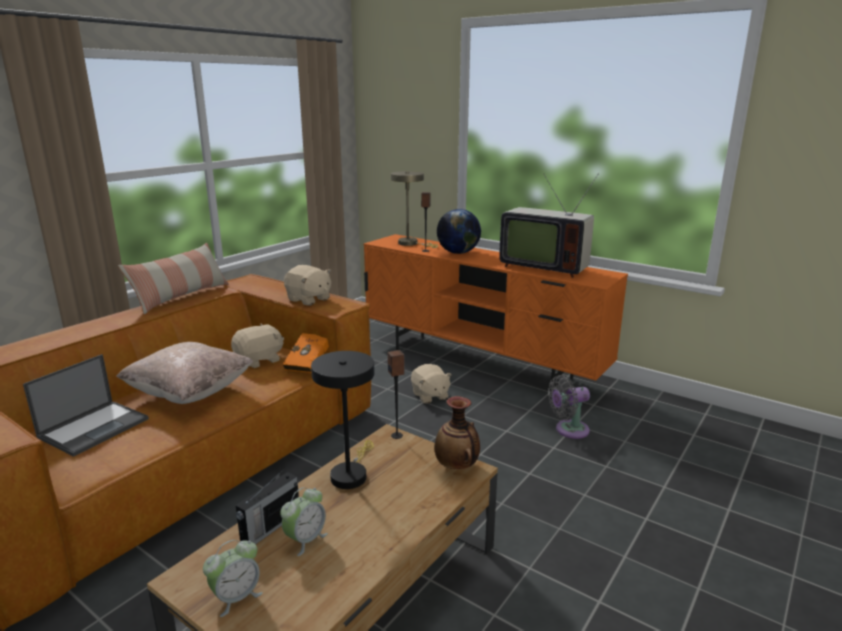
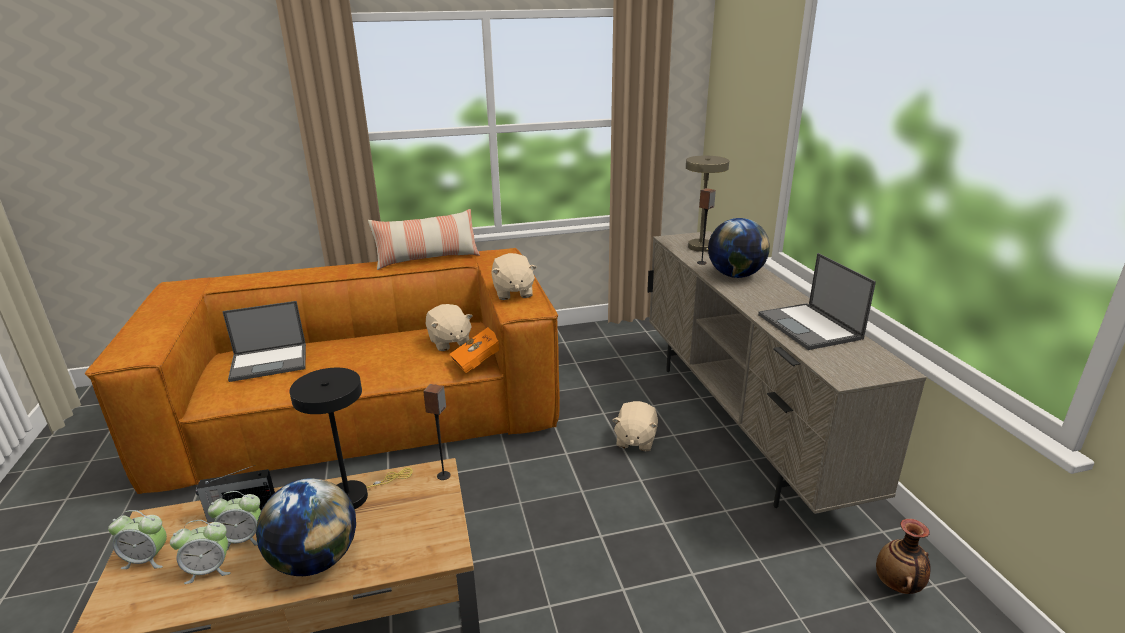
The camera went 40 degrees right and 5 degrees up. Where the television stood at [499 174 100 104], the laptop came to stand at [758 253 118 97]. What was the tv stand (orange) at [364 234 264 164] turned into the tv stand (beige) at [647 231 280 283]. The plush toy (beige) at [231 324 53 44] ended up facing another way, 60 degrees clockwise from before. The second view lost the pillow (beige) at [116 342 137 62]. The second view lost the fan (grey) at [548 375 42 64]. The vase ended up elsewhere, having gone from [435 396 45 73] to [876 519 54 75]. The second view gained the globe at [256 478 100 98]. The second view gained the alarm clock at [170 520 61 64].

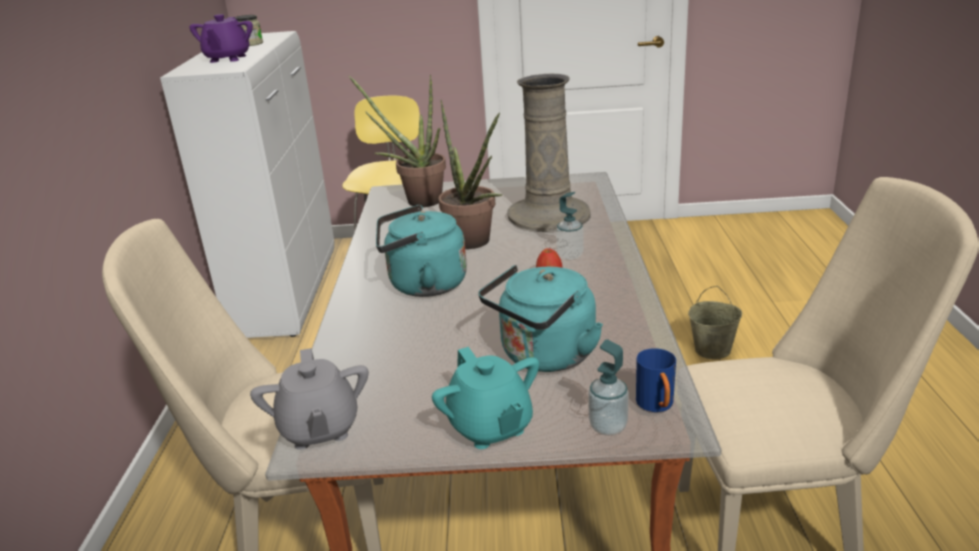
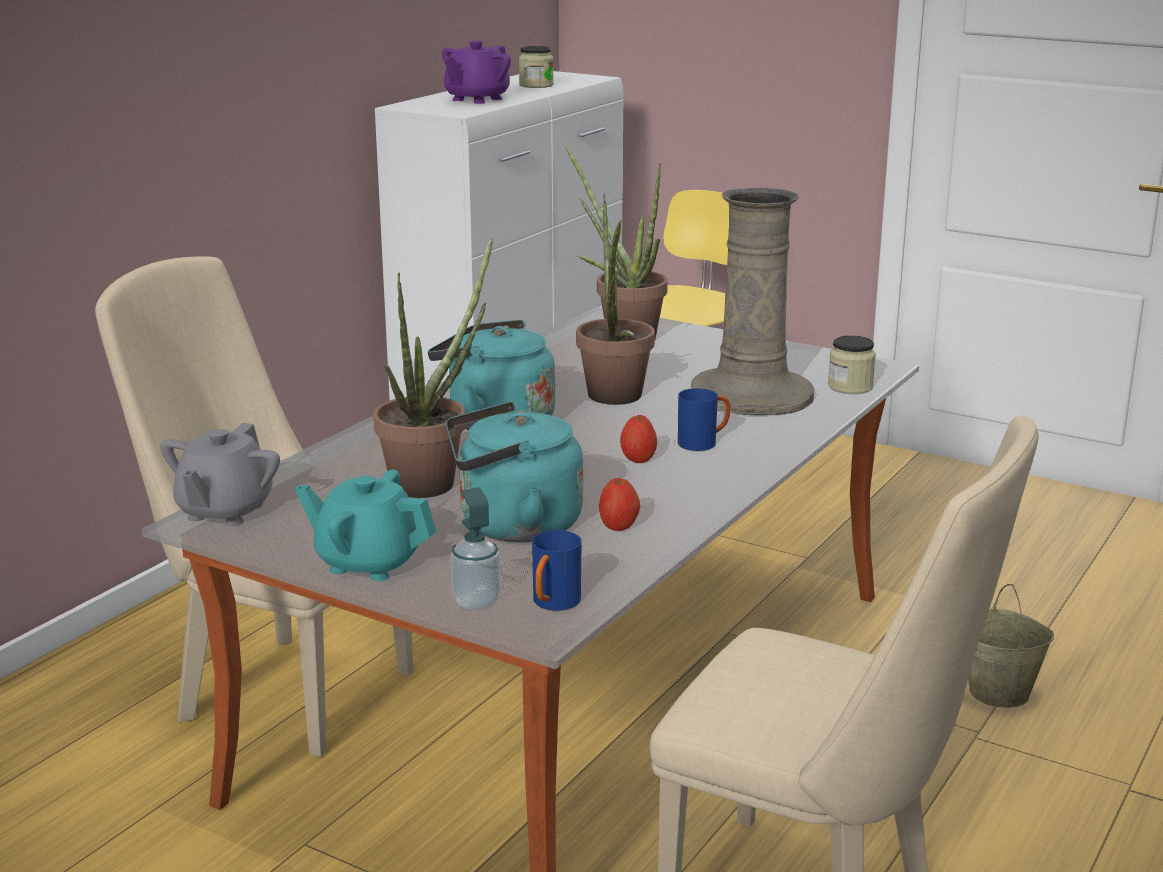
The camera went 30 degrees right and 5 degrees down. Where the soap dispenser stood at [556 192 28 68], the mug (blue) came to stand at [678 388 52 63]. The teapot (turquoise) at [432 347 107 102] ended up facing another way, 105 degrees clockwise from before. The second view gained the potted plant at [373 235 120 263]. The second view gained the jar at [828 335 48 59]. The second view gained the apple at [599 478 41 53].

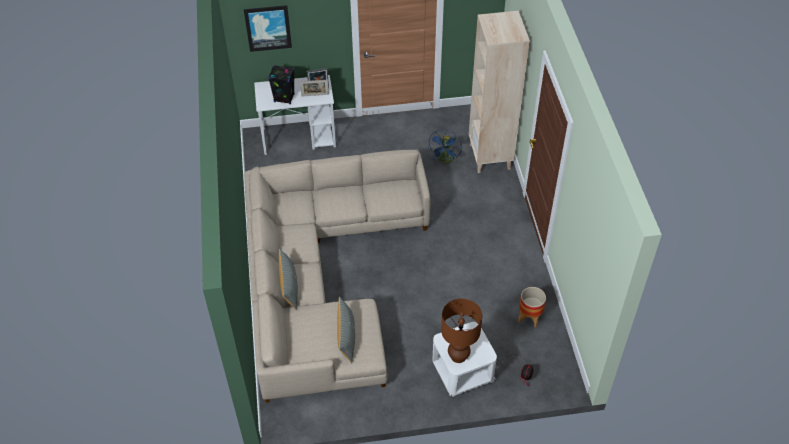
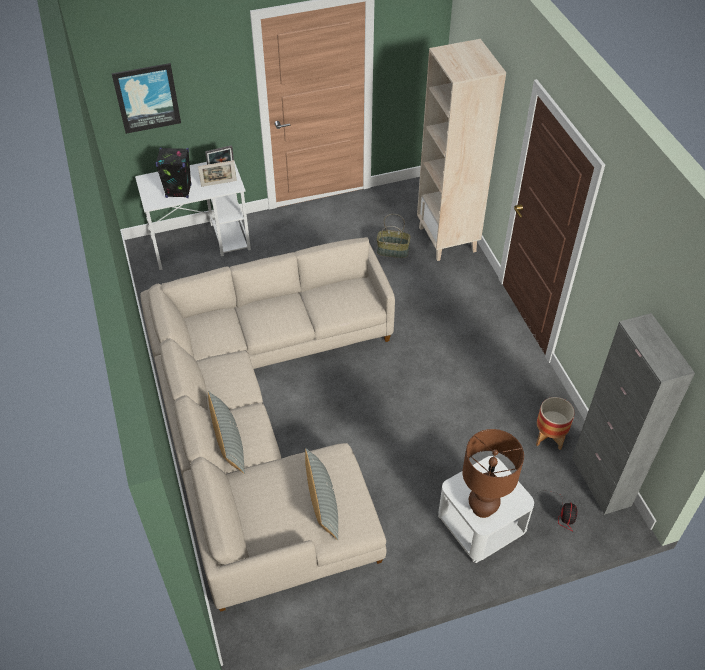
The camera went 10 degrees left and 0 degrees up. Where the fan (blue) stood at [428 130 34 33], the basket came to stand at [377 214 34 44]. The second view gained the cabinet (grey) at [572 313 123 202].

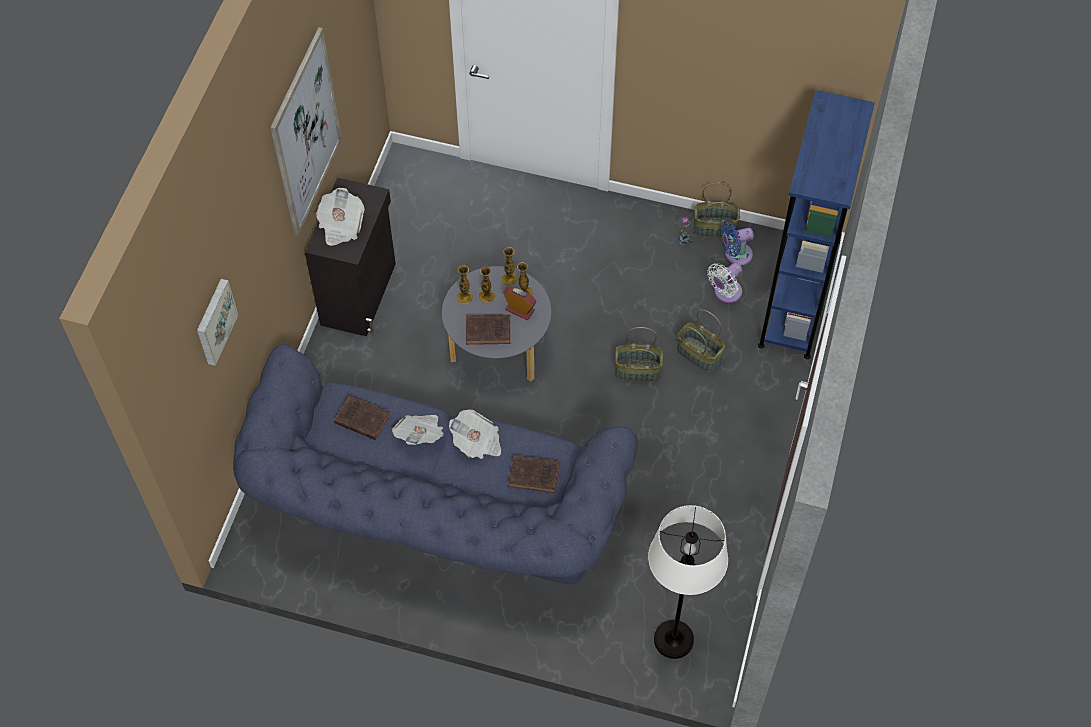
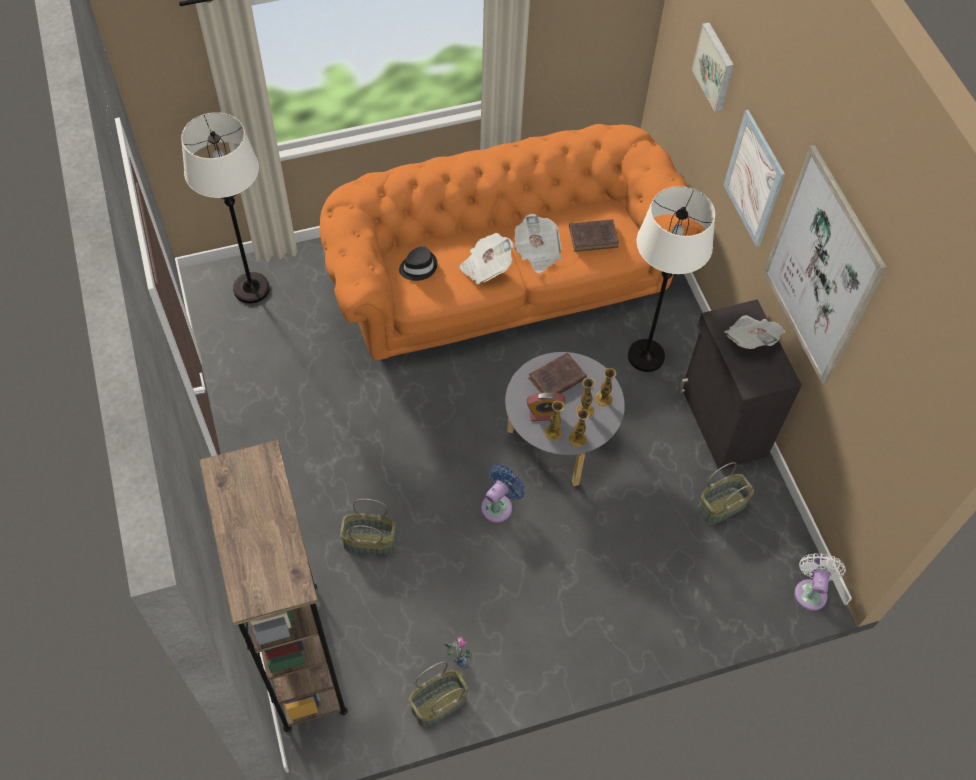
The camera went 145 degrees right and 0 degrees up. What was the bookcase (blue) at [758 90 117 269] turned into the bookcase (brown) at [199 440 149 292]. The fan (blue) ended up elsewhere, having gone from [721 220 33 46] to [481 464 44 59]. The fan (white) ended up elsewhere, having gone from [707 263 35 40] to [794 553 52 58]. The basket ended up elsewhere, having gone from [615 327 48 54] to [697 462 57 62]. What was the sofa (blue) at [233 344 405 241] turned into the sofa (orange) at [320 124 386 238]. Where the book (brown) stood at [508 455 52 38], the hat (black) came to stand at [399 246 38 35]. The second view gained the picture at [724 110 61 137]. The second view gained the floor lamp (white) at [628 186 87 186].

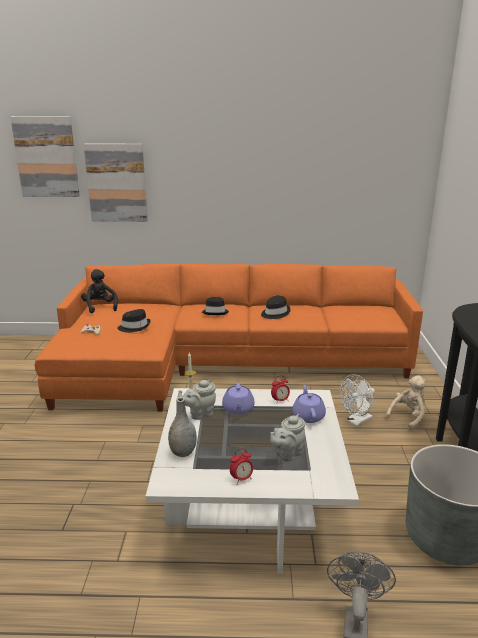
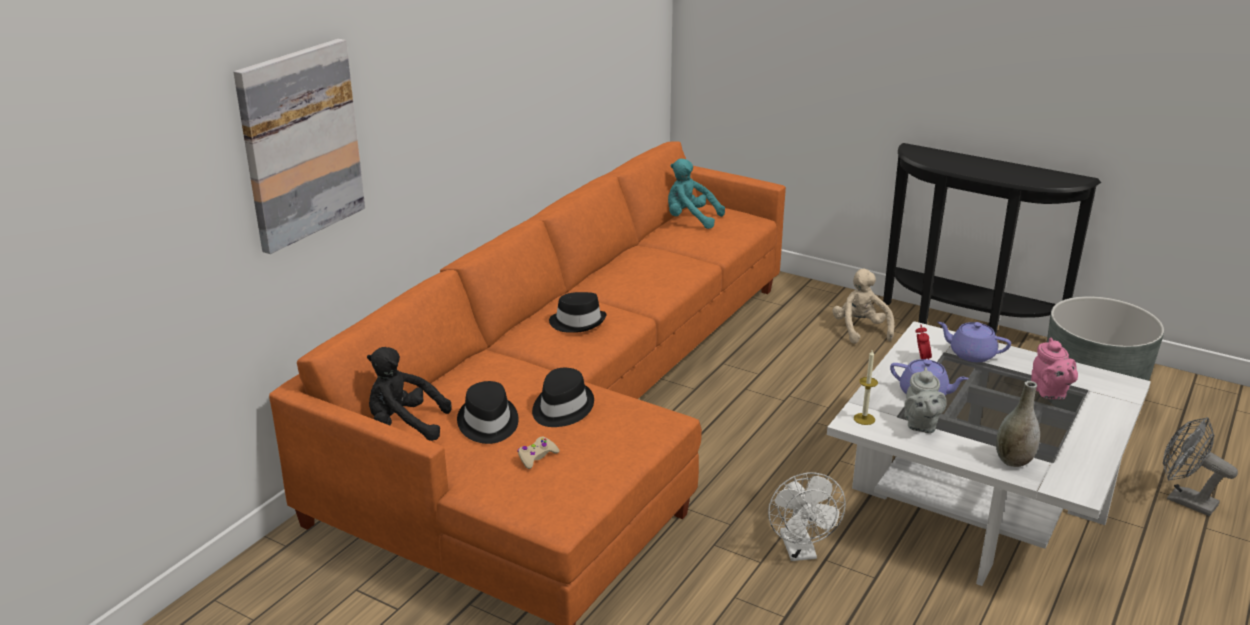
The camera went 60 degrees left and 5 degrees up. The second view lost the picture at [10 116 70 81]. The hat (black) ended up elsewhere, having gone from [261 296 30 23] to [457 381 61 63]. The fan (white) ended up elsewhere, having gone from [340 374 35 52] to [768 472 78 89]. What was the teapot (grey) at [270 414 35 47] turned into the teapot (pink) at [1031 338 47 62]. The second view lost the alarm clock at [230 448 23 37]. The second view gained the plush toy (turquoise) at [668 159 57 70].

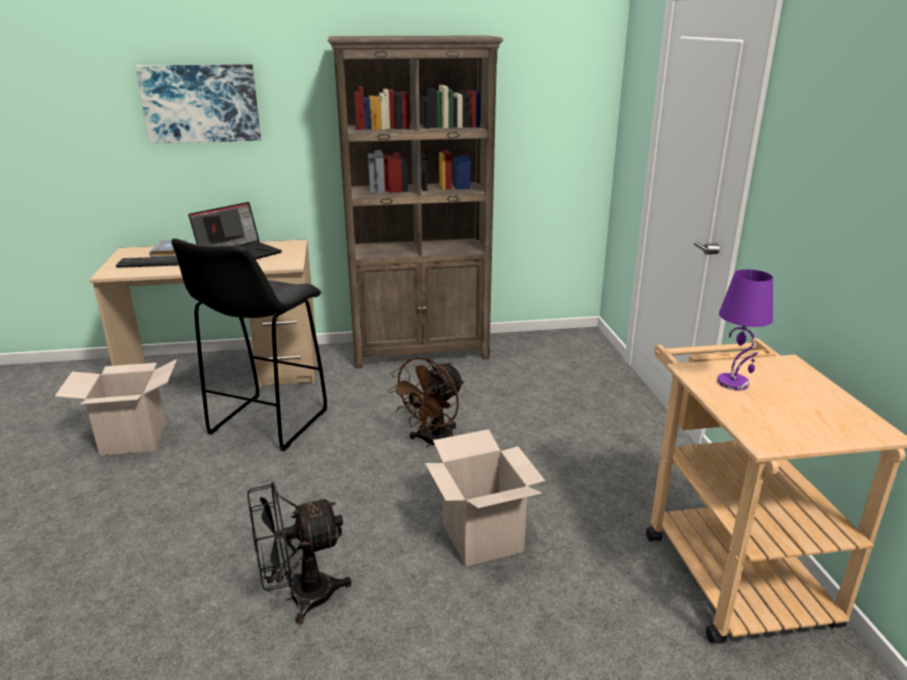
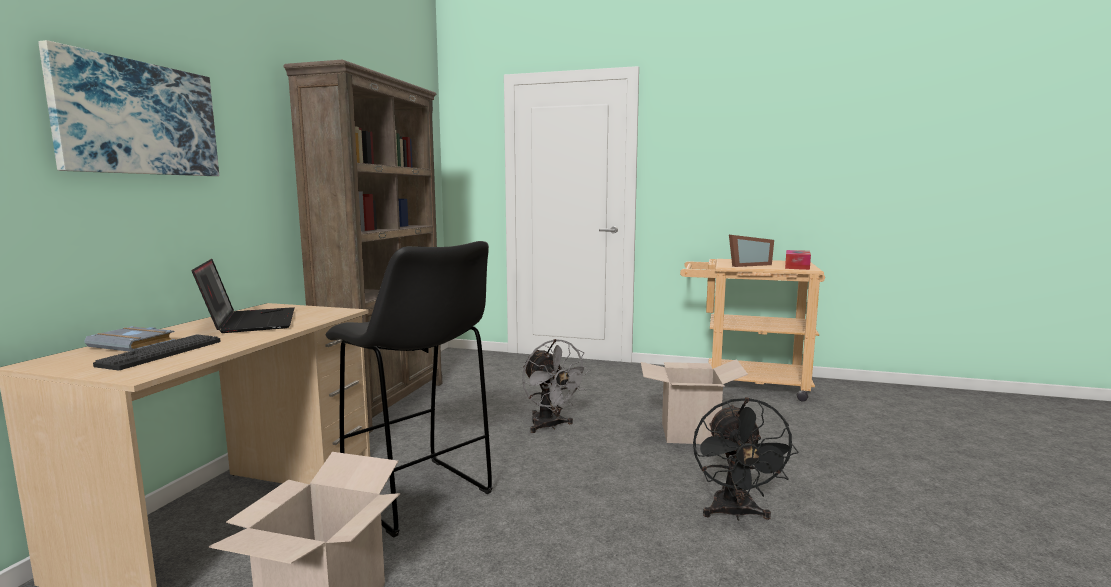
The camera went 65 degrees left and 15 degrees down. Where the table lamp (purple) stood at [717 269 56 122], the picture frame came to stand at [729 235 45 32]. What was the fan (brown) at [388 357 76 90] turned into the fan (grey) at [522 339 68 94]. The second view gained the tissue box at [785 250 26 20].

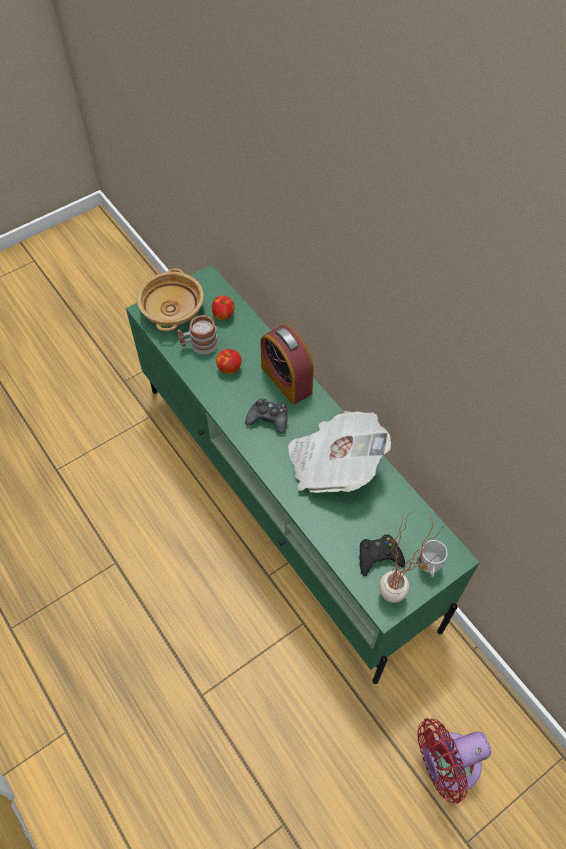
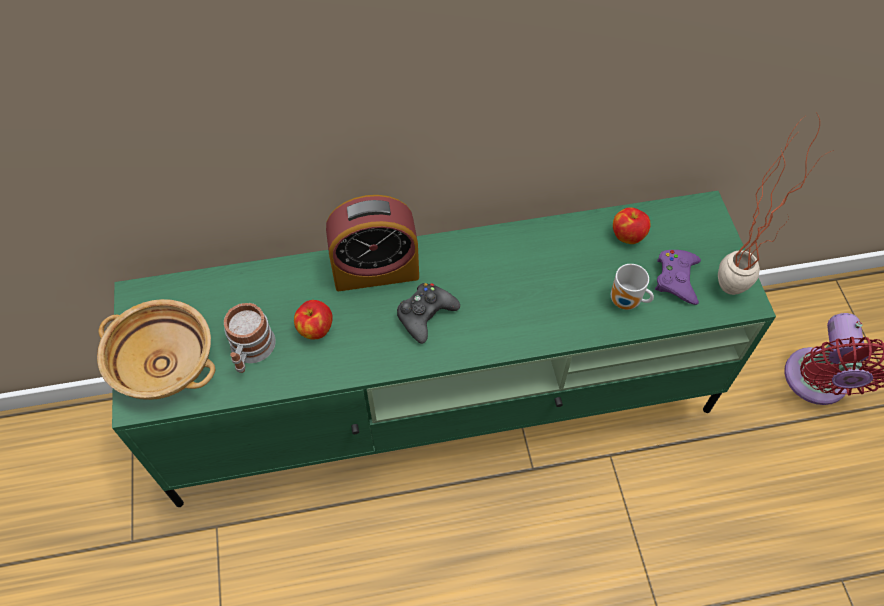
The camera went 65 degrees left and 0 degrees up. The apple ended up elsewhere, having gone from [212 295 23 25] to [613 207 38 37]. The second view lost the newspaper at [288 411 103 82]. What was the game controller (black) at [360 534 45 42] turned into the game controller (purple) at [655 250 46 55]. The mug ended up elsewhere, having gone from [419 540 29 37] to [611 264 43 46].

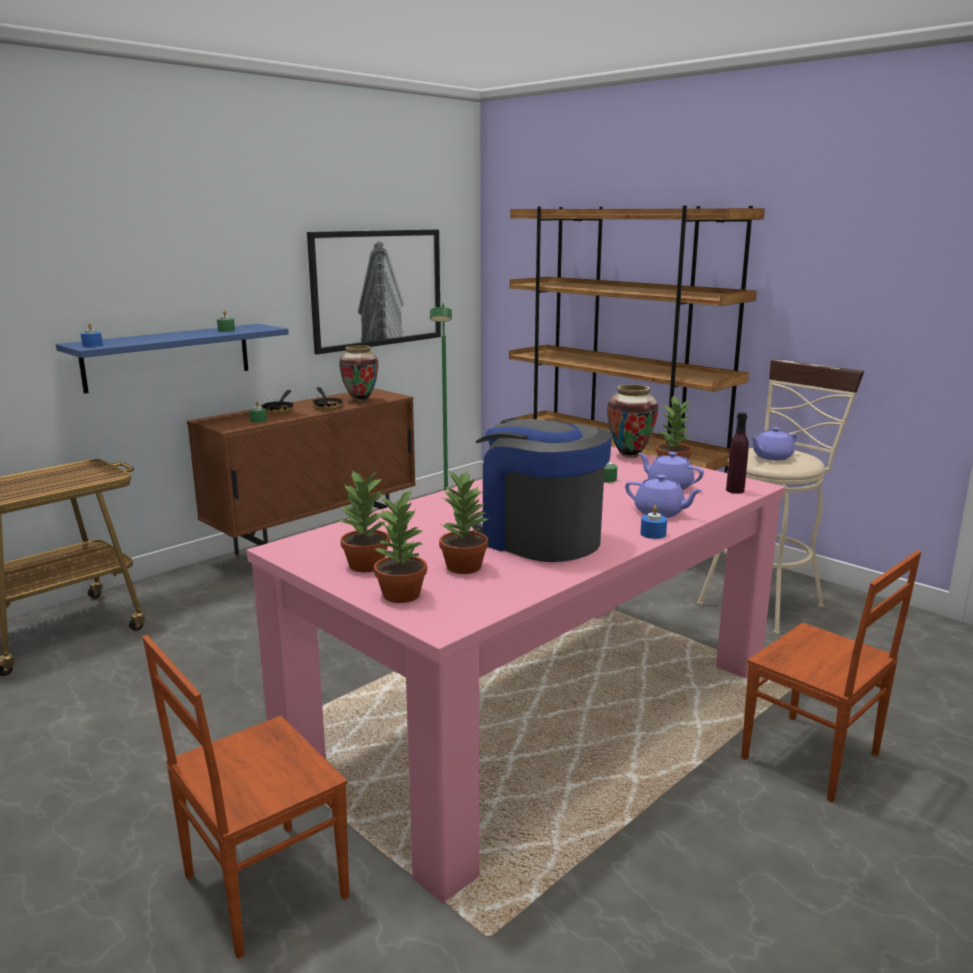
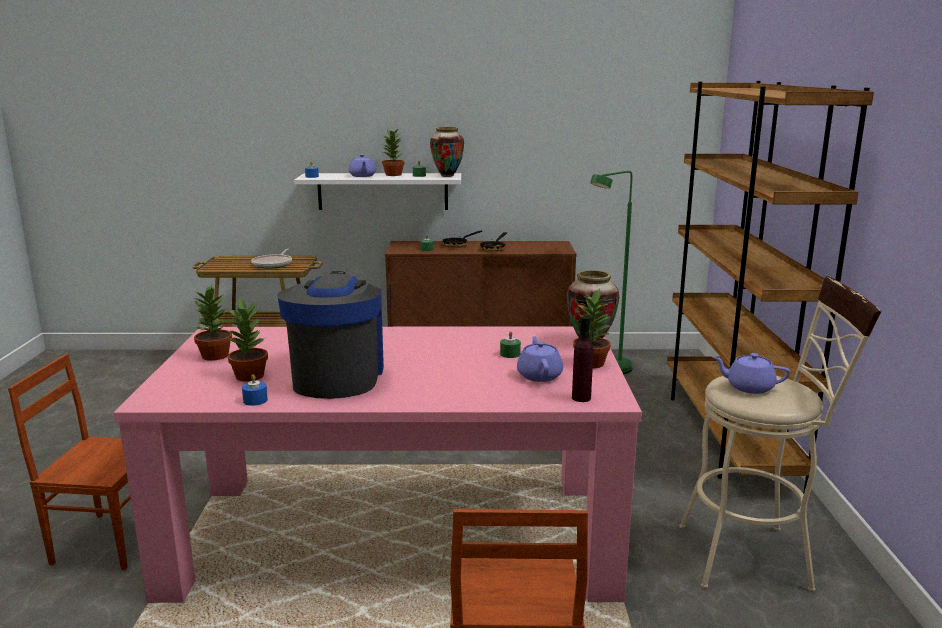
The camera went 45 degrees right and 0 degrees up. The second view lost the picture at [307 229 134 125]. What was the shelf (blue) at [56 324 233 70] turned into the shelf (white) at [294 173 167 37]. The vase ended up elsewhere, having gone from [339 345 39 57] to [430 127 34 50]. The teapot (purple) ended up elsewhere, having gone from [625 475 78 43] to [349 154 27 23]. The potted plant ended up elsewhere, having gone from [374 489 53 114] to [382 129 23 47]. The candle (blue) ended up elsewhere, having gone from [640 506 27 33] to [242 374 26 32]. The second view gained the frying pan at [251 249 41 20].

